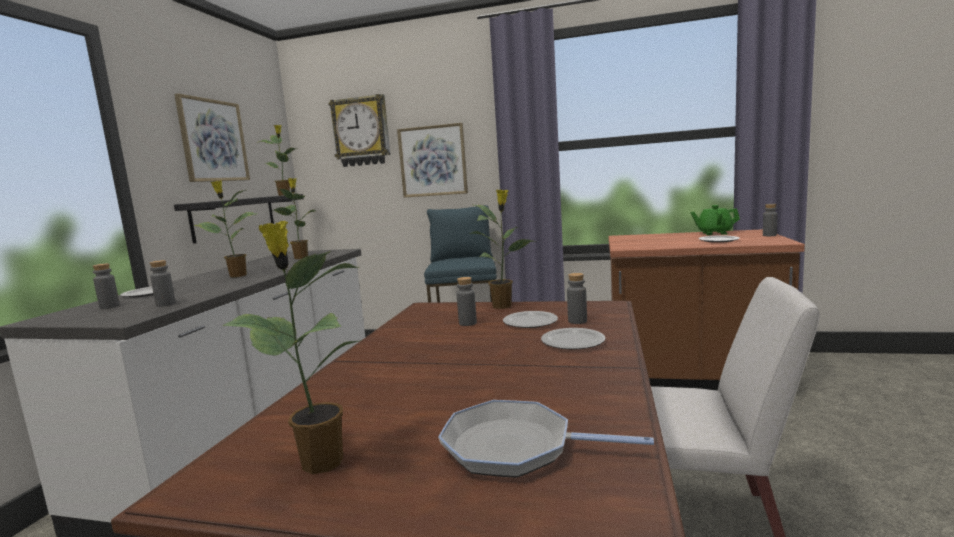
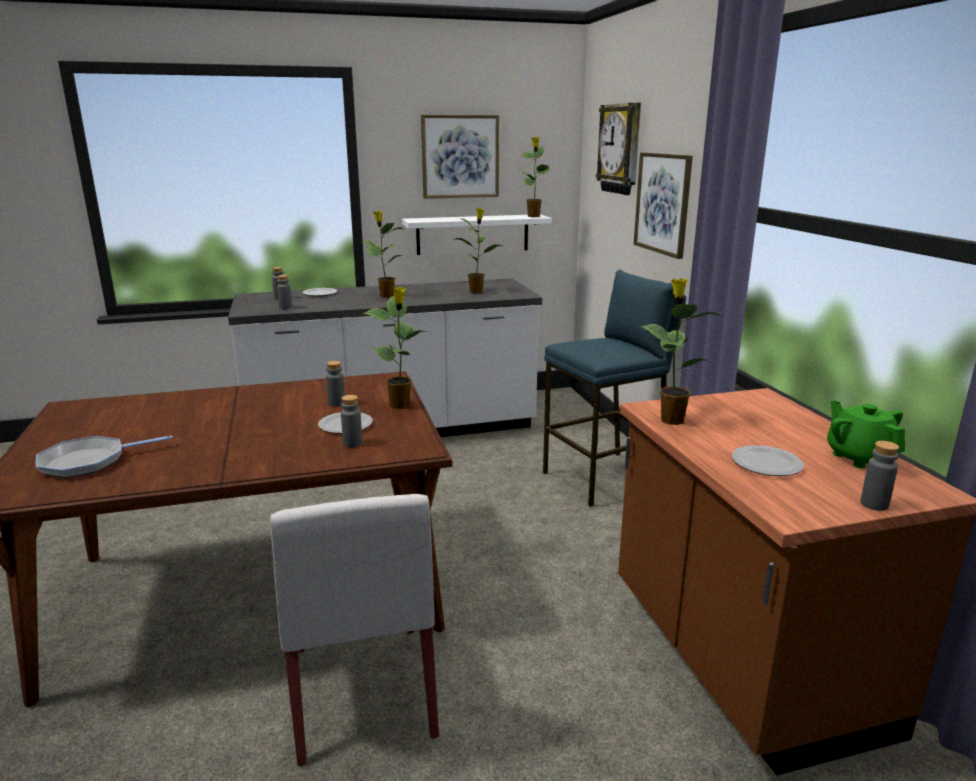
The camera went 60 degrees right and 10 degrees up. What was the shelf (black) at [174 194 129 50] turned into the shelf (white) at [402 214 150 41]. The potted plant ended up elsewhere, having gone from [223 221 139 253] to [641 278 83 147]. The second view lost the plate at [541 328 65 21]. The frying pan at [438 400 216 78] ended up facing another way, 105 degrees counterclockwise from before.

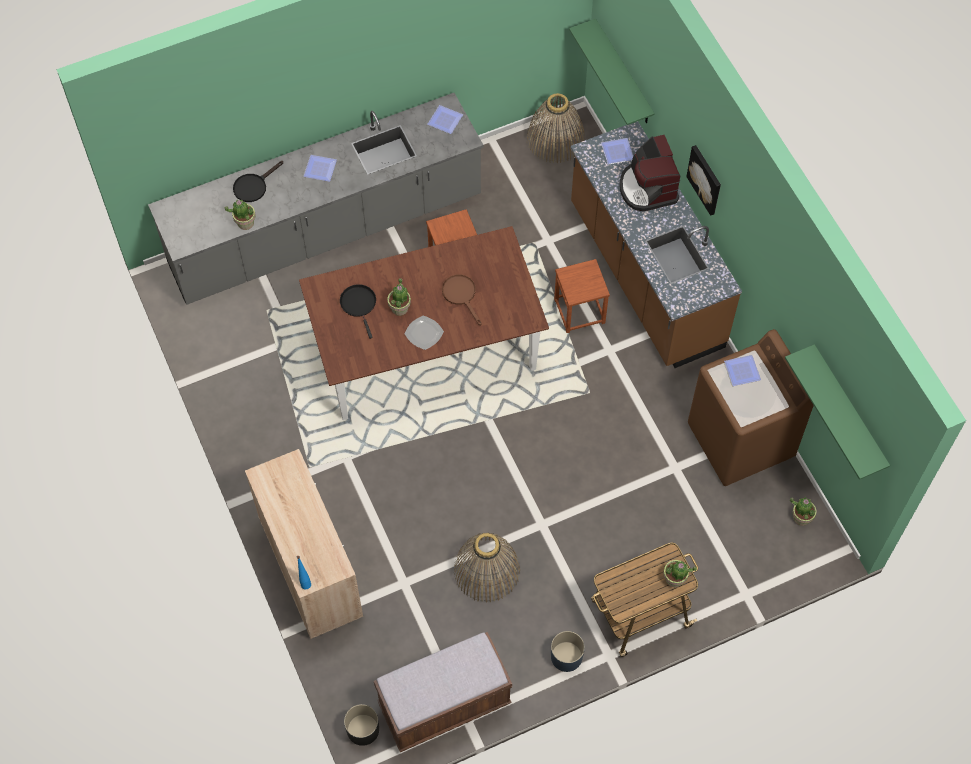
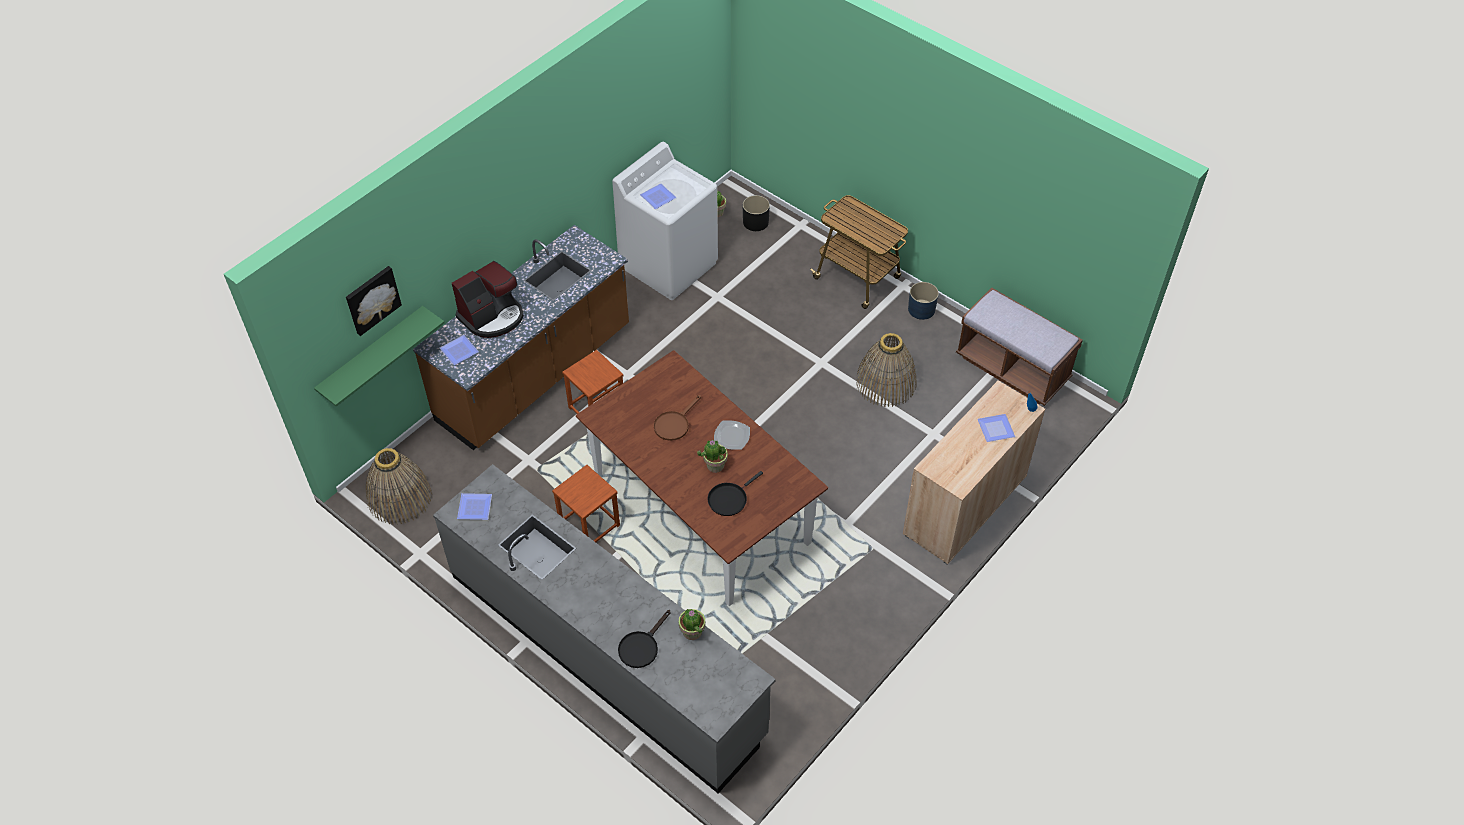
The camera went 115 degrees left and 10 degrees down. The picture ended up elsewhere, having gone from [686 145 35 71] to [346 266 56 70]. The plate ended up elsewhere, having gone from [304 155 33 27] to [978 414 37 28]. The frying pan (black) at [233 161 50 41] ended up facing another way, 105 degrees clockwise from before. What was the washing machine (brown) at [688 329 126 157] turned into the washing machine (white) at [612 142 106 158]. The second view lost the shelf (green) at [785 344 105 136]. The second view lost the potted plant at [663 560 34 27]. The planter (black) ended up elsewhere, having gone from [344 704 35 42] to [743 195 27 36].

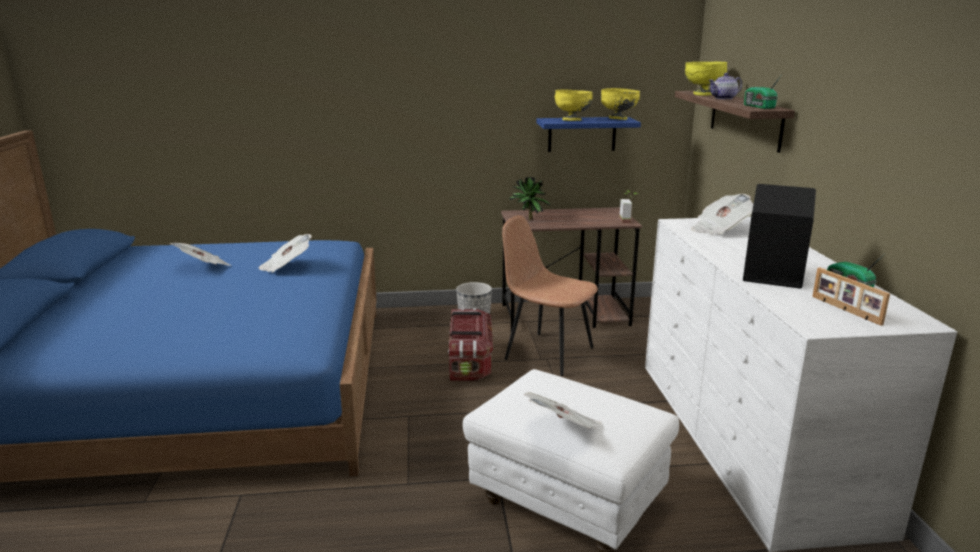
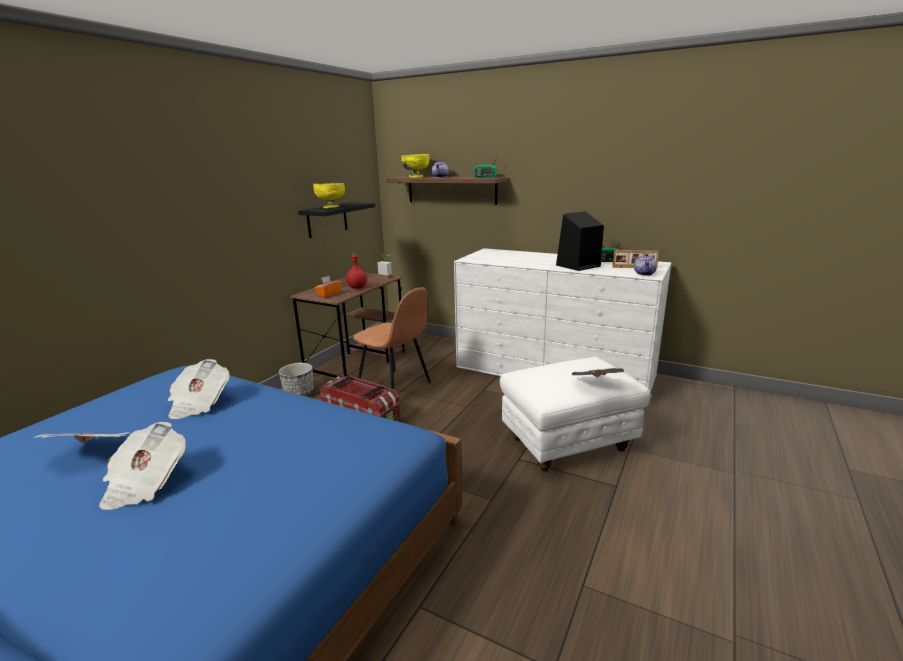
The camera went 55 degrees left and 0 degrees up. The second view lost the bowl (yellow) at [601 88 39 32]. What was the shelf (blue) at [536 117 105 35] turned into the shelf (black) at [298 202 77 36]. Where the potted plant stood at [509 177 41 43], the tissue box (orange) came to stand at [314 276 27 22]. The newspaper ended up elsewhere, having gone from [691 194 62 41] to [99 422 87 88]. The chair (brown) at [502 215 96 161] ended up facing another way, 120 degrees counterclockwise from before. The second view gained the bottle (red) at [346 253 21 36]. The second view gained the teapot at [634 253 23 23].

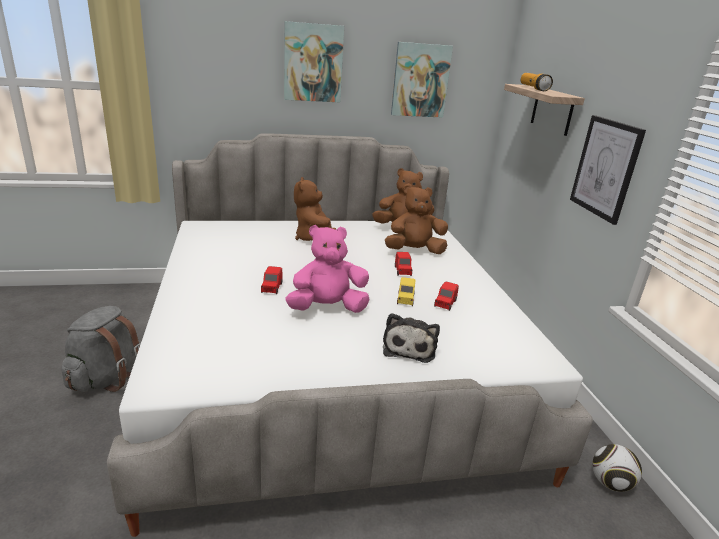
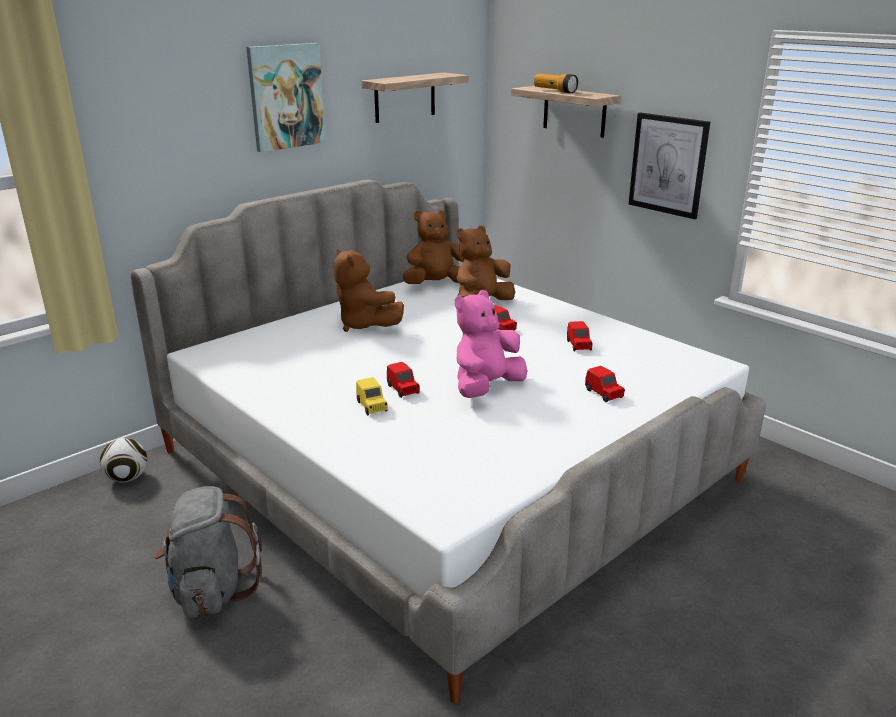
The camera went 30 degrees left and 0 degrees up. Where the picture hung at [391 42 62 76], the shelf came to hang at [361 72 108 51]. The toy car (yellow) ended up elsewhere, having gone from [397 277 18 29] to [356 377 32 38]. Where the plush toy stood at [383 313 57 50], the toy car (red) came to stand at [585 366 40 36]. The football ended up elsewhere, having gone from [592 444 50 48] to [100 438 47 45].

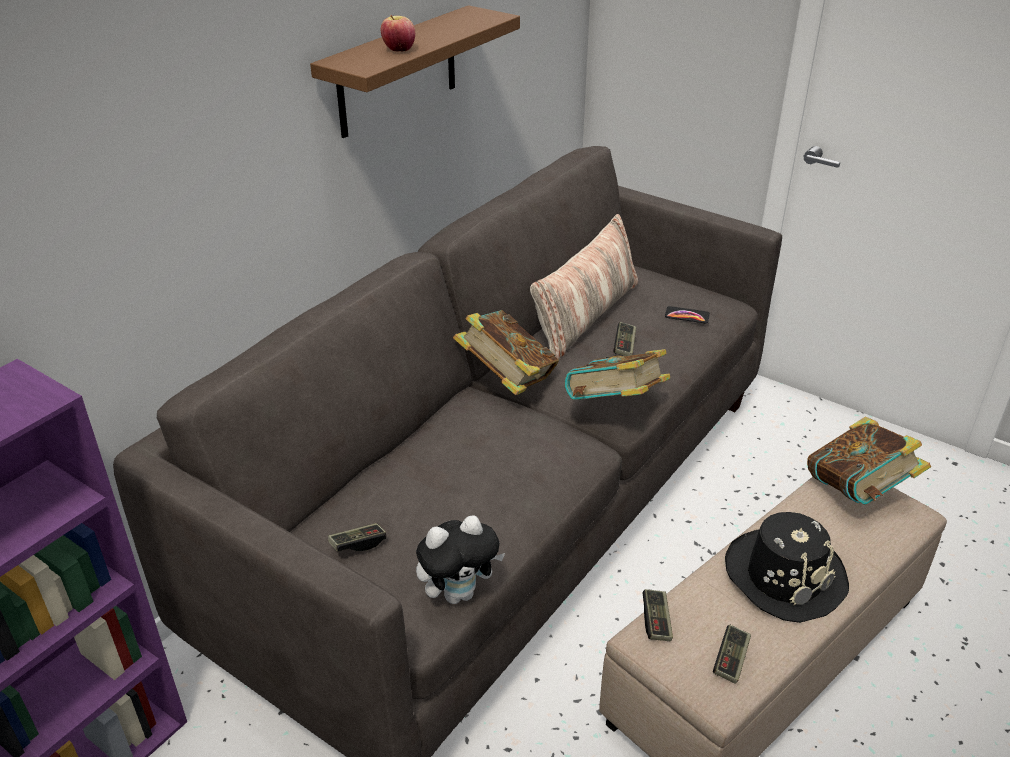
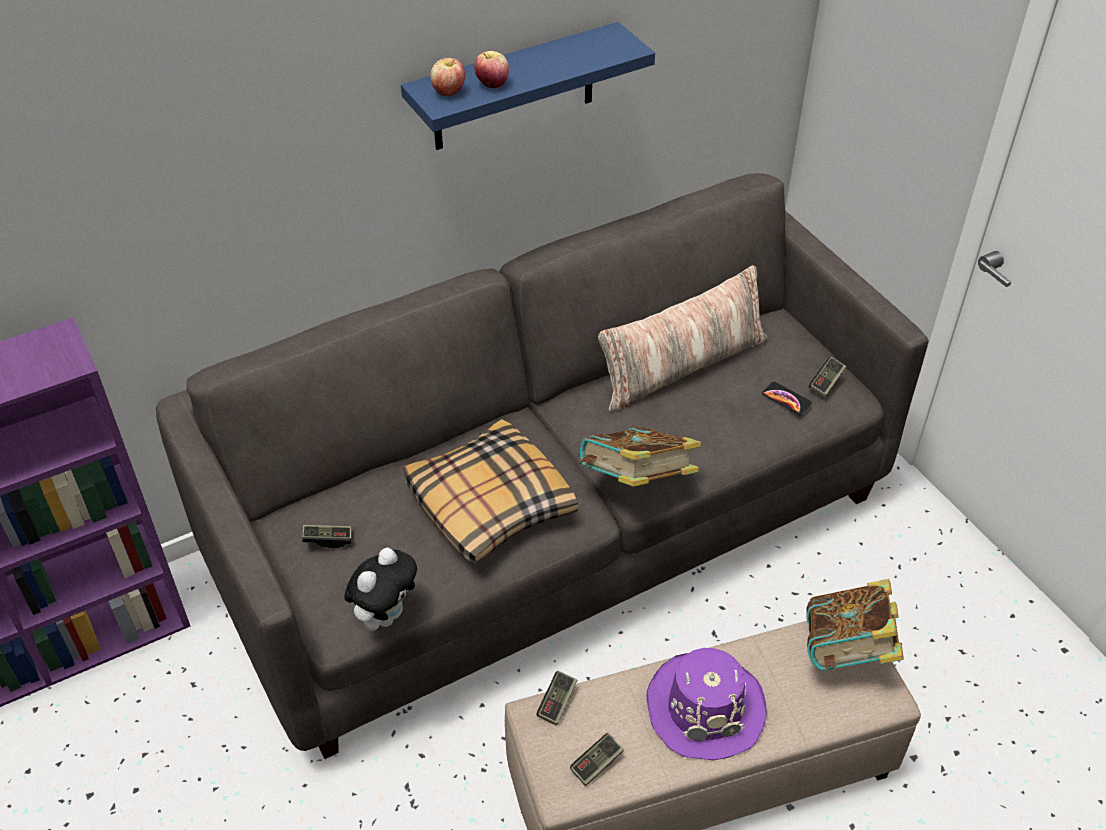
The camera went 25 degrees right and 10 degrees up. What was the shelf (brown) at [310 5 210 133] turned into the shelf (blue) at [401 22 254 128]. The second view lost the book at [453 310 106 85]. The game controller ended up elsewhere, having gone from [613 322 23 34] to [809 357 37 41]. What was the hat (black) at [725 512 124 111] turned into the hat (purple) at [646 648 121 112]. The plush toy at [416 515 89 89] ended up facing another way, 60 degrees counterclockwise from before. The second view gained the apple at [430 58 35 38]. The second view gained the pillow at [403 419 175 146].

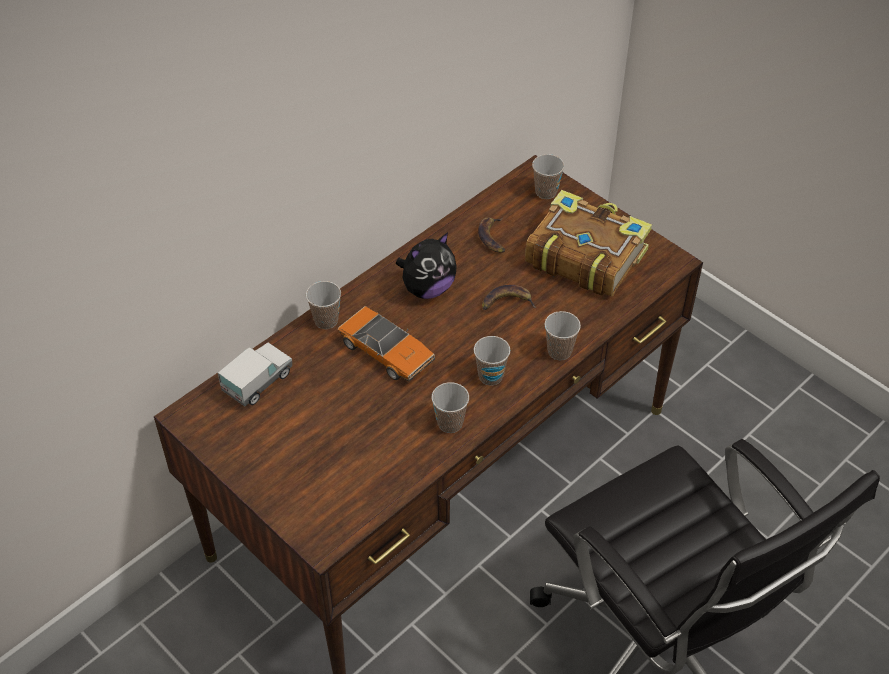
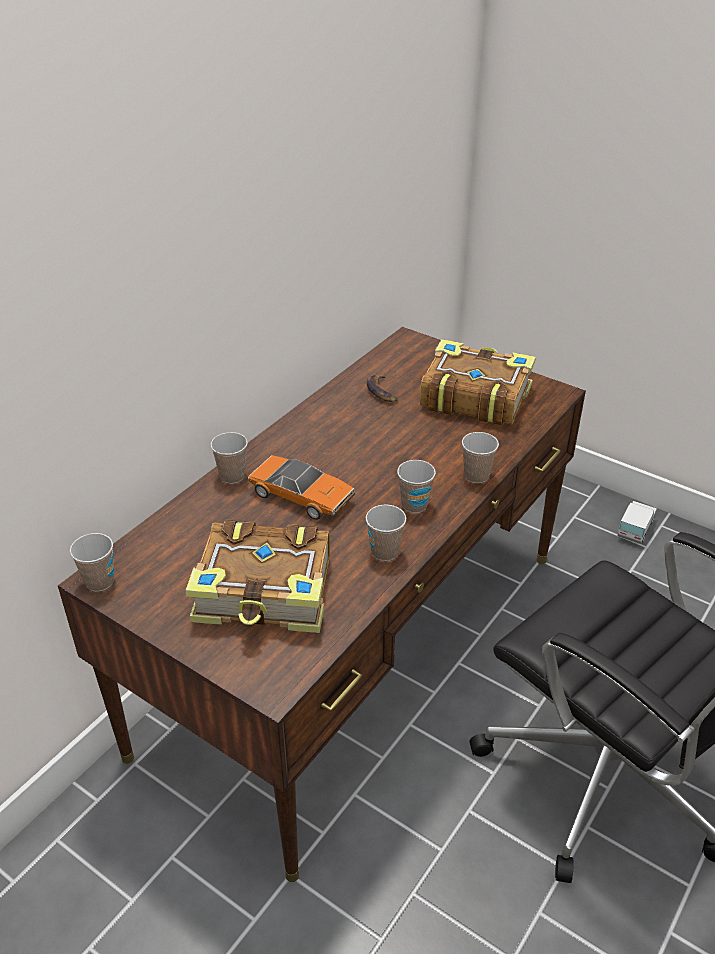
The camera went 10 degrees left and 10 degrees down. The cup ended up elsewhere, having gone from [532 154 32 45] to [70 533 44 58]. The second view lost the plush toy at [396 232 61 67]. The second view lost the banana at [482 285 54 25]. The toy truck ended up elsewhere, having gone from [218 342 74 64] to [618 501 39 43]. The second view gained the book at [186 520 144 113].

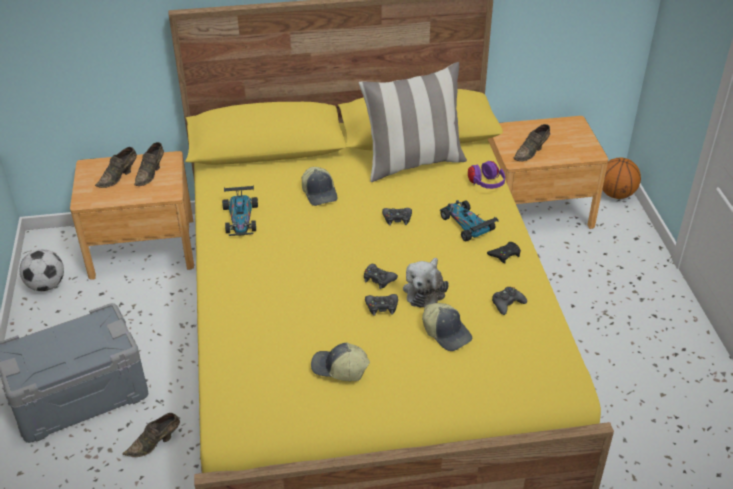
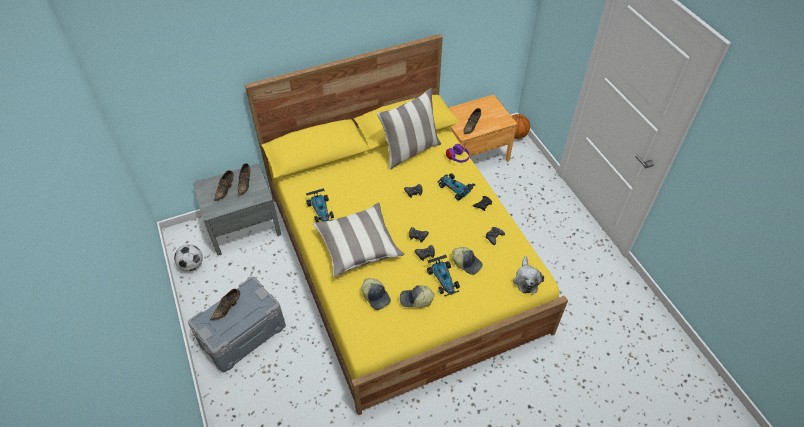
The camera went 15 degrees left and 10 degrees up. What was the nightstand (brown) at [70 151 124 129] turned into the nightstand (grey) at [193 164 88 91]. The cap ended up elsewhere, having gone from [302 167 36 39] to [362 278 29 32]. The plush toy ended up elsewhere, having gone from [403 258 46 50] to [513 256 31 37]. The shoe (brown) ended up elsewhere, having gone from [122 413 58 44] to [210 289 30 31]. The second view gained the pillow at [313 203 91 74]. The second view gained the toy car at [427 254 33 42].

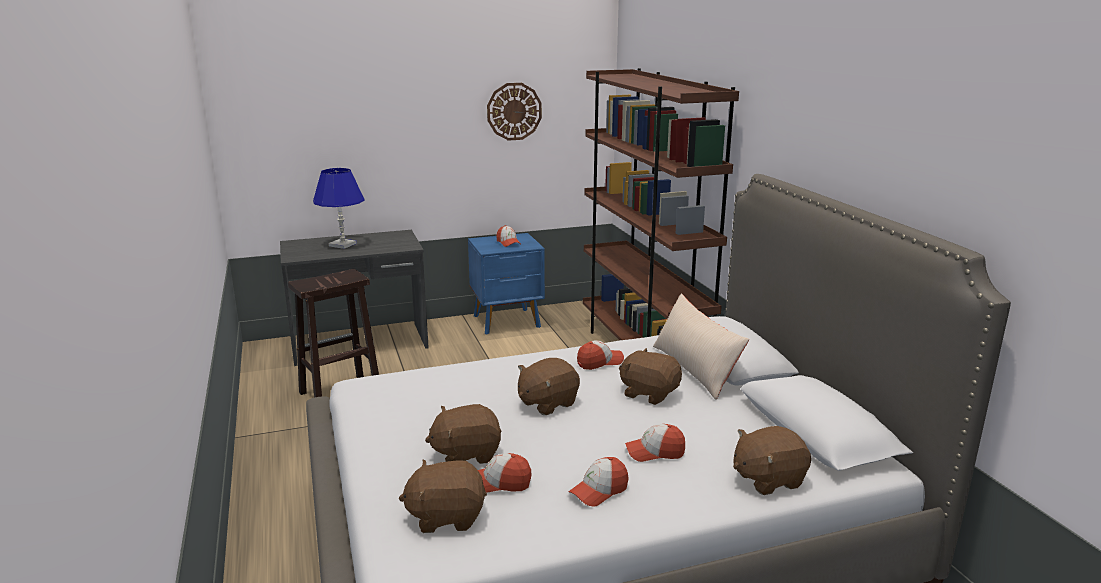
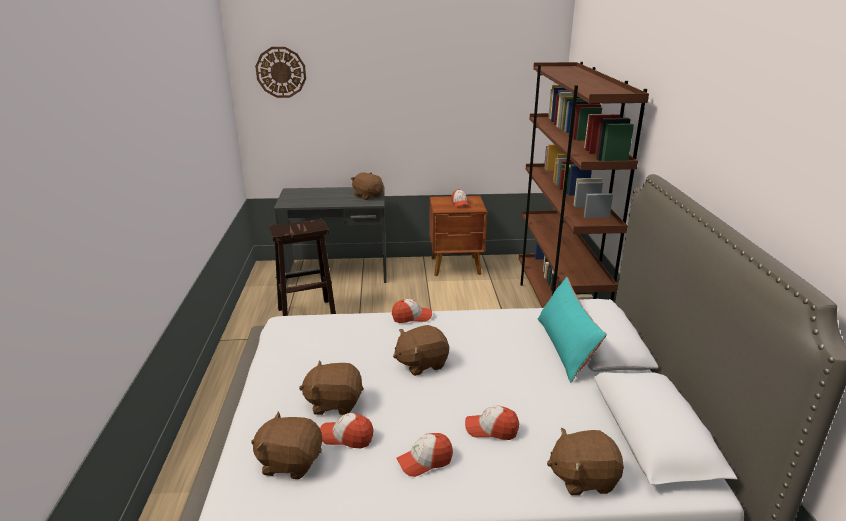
The camera went 15 degrees right and 5 degrees up. The wall clock ended up elsewhere, having gone from [487 83 55 58] to [255 47 51 51]. The second view lost the table lamp (blue) at [313 168 52 81]. What was the nightstand (blue) at [468 233 77 102] turned into the nightstand (brown) at [429 196 58 80]. What was the pillow (beige) at [653 294 96 106] turned into the pillow (turquoise) at [538 277 69 106]. The cap ended up elsewhere, having gone from [577 341 47 29] to [392 299 40 24]. The plush toy (brown) ended up elsewhere, having gone from [619 348 63 57] to [351 172 32 28].

